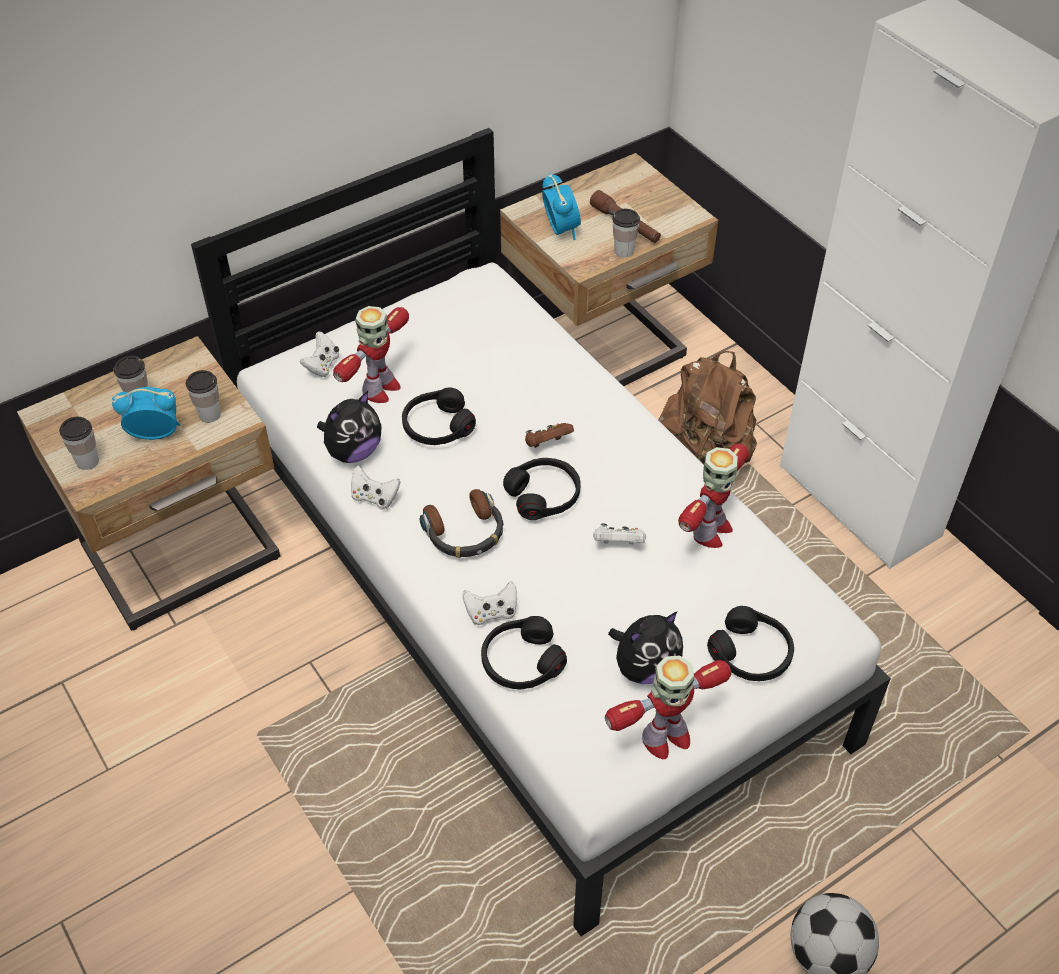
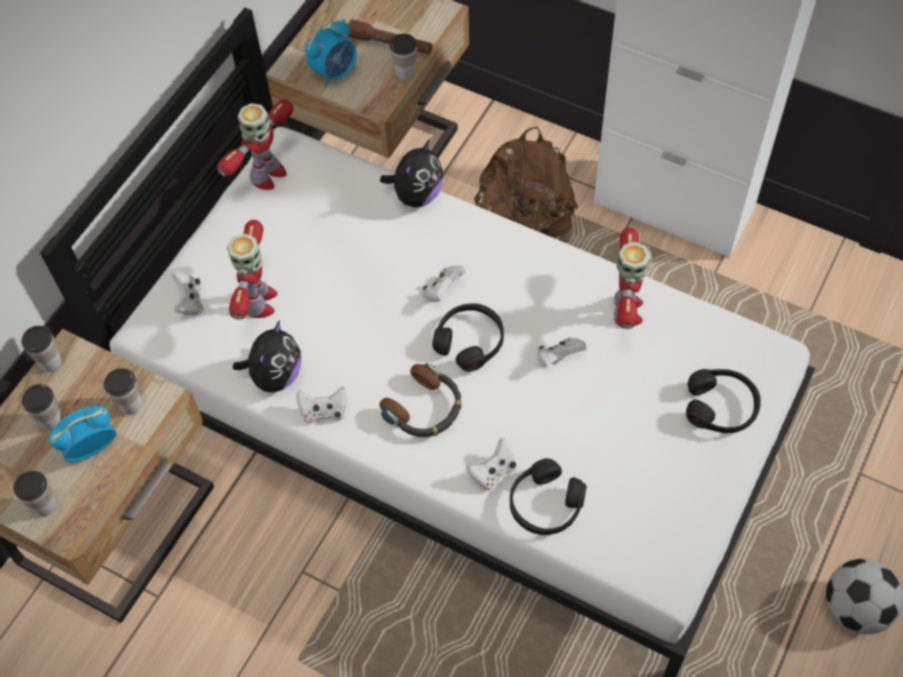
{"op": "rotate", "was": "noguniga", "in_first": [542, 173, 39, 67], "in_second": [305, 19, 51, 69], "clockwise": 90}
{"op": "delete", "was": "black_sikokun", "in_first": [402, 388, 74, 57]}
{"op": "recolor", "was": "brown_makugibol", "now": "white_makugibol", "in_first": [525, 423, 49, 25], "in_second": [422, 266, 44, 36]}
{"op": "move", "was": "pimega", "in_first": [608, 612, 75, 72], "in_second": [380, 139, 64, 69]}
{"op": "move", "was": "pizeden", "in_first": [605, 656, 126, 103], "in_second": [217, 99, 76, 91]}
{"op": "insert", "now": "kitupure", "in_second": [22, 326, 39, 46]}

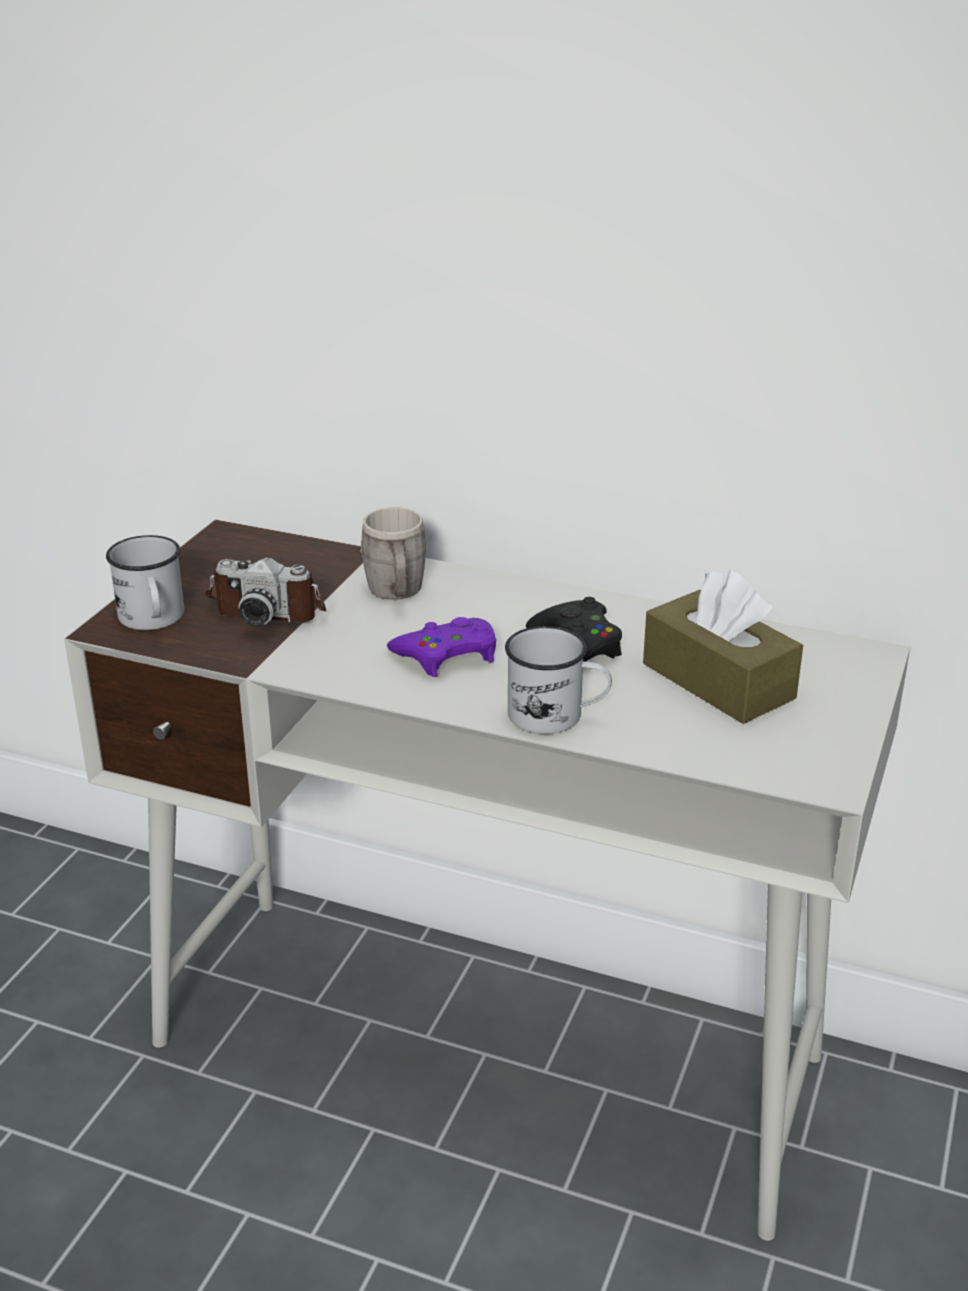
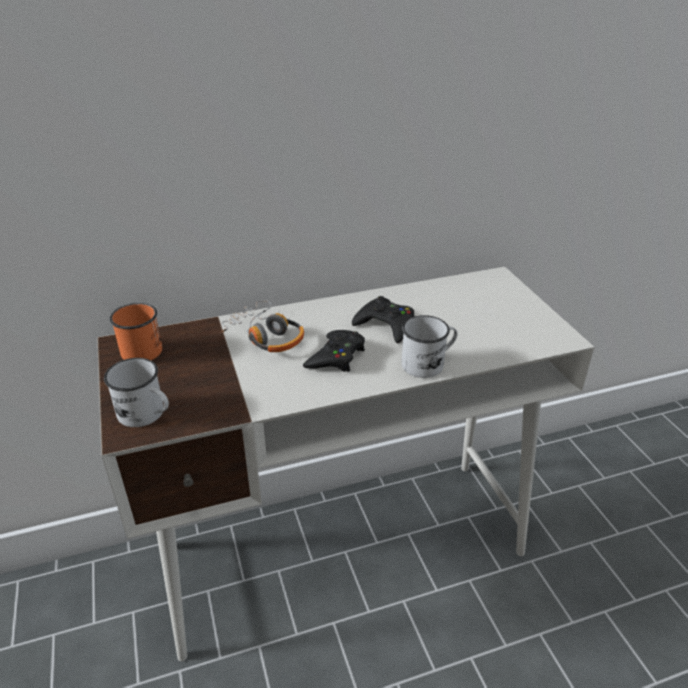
{"op": "replace", "was": "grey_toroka", "now": "sikokun", "in_first": [360, 507, 67, 93], "in_second": [219, 300, 85, 52]}
{"op": "delete", "was": "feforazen", "in_first": [205, 557, 121, 69]}
{"op": "delete", "was": "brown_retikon", "in_first": [643, 570, 160, 154]}
{"op": "recolor", "was": "purple_makugibol", "now": "black_makugibol", "in_first": [387, 617, 109, 60], "in_second": [303, 330, 62, 42]}
{"op": "insert", "now": "orange_toroka", "in_second": [110, 303, 52, 57]}

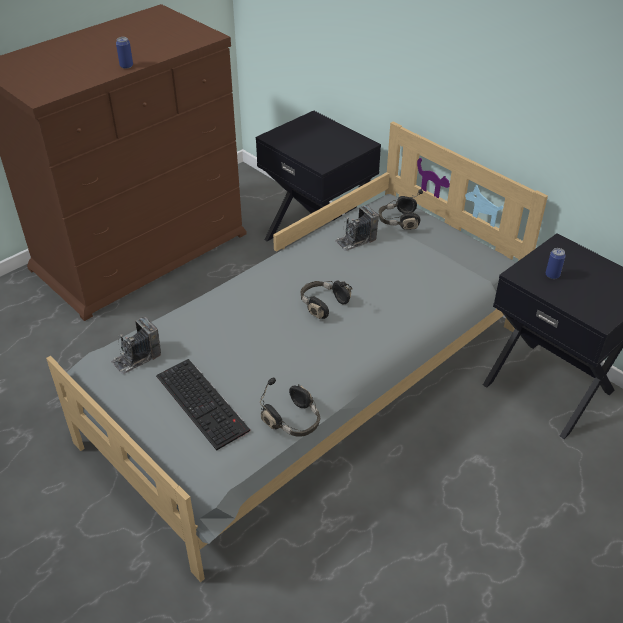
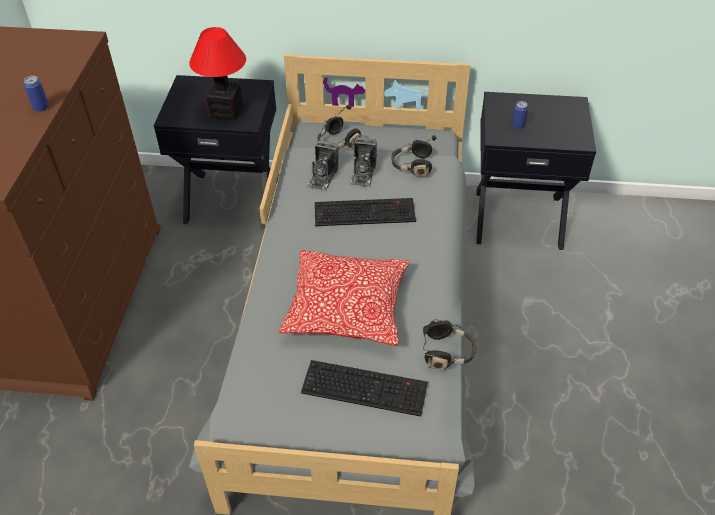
{"op": "move", "was": "black_sikokun", "in_first": [300, 281, 52, 38], "in_second": [391, 135, 45, 41]}
{"op": "move", "was": "feforazen", "in_first": [110, 317, 51, 58], "in_second": [350, 138, 27, 49]}
{"op": "insert", "now": "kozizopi", "in_second": [189, 27, 57, 93]}
{"op": "insert", "now": "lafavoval", "in_second": [315, 198, 101, 28]}
{"op": "insert", "now": "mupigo", "in_second": [279, 250, 130, 96]}

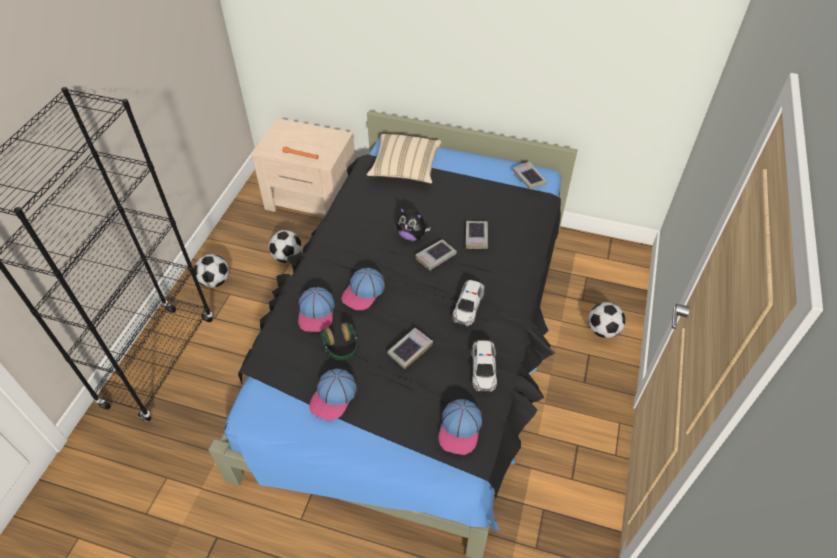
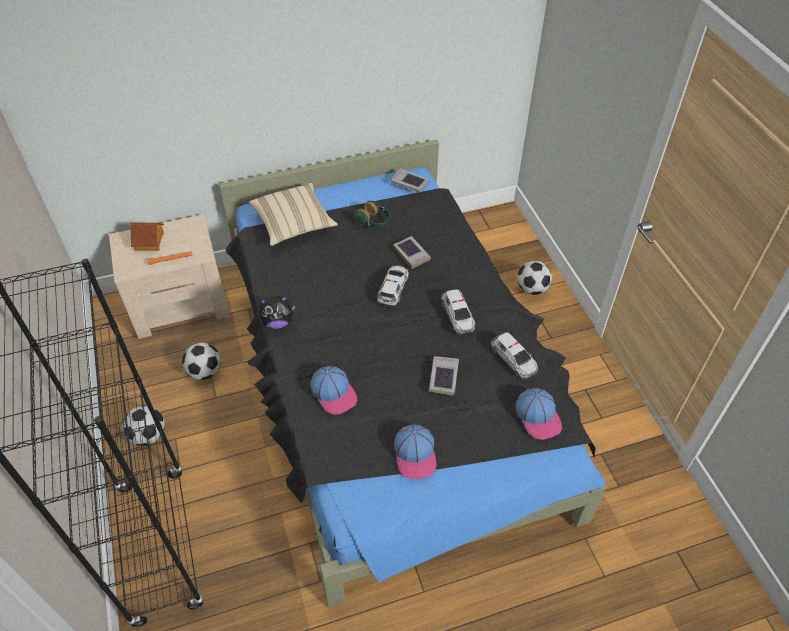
{"op": "move", "was": "pimega", "in_first": [396, 207, 35, 34], "in_second": [259, 296, 36, 33]}
{"op": "replace", "was": "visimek", "now": "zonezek", "in_first": [415, 239, 42, 31], "in_second": [377, 266, 32, 40]}
{"op": "delete", "was": "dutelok", "in_first": [341, 268, 44, 42]}
{"op": "move", "was": "sikokun", "in_first": [319, 323, 39, 38], "in_second": [355, 201, 36, 27]}
{"op": "insert", "now": "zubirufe", "in_second": [130, 223, 34, 28]}

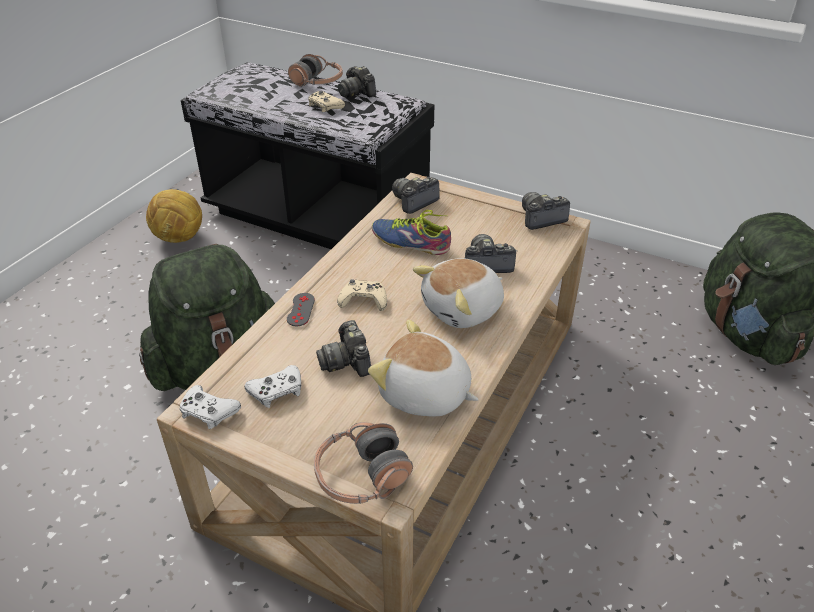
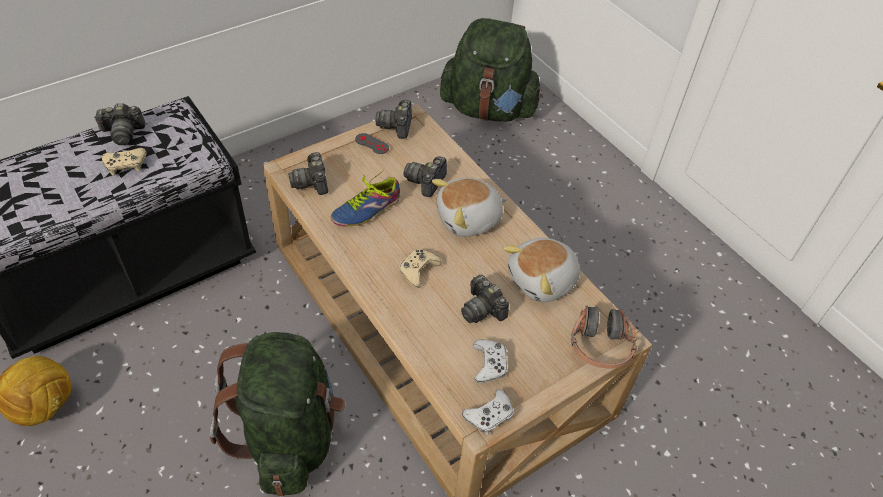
{"op": "delete", "was": "sikokun", "in_first": [288, 54, 55, 33]}
{"op": "rotate", "was": "pimega", "in_first": [413, 258, 91, 70], "in_second": [432, 178, 75, 59], "clockwise": 75}
{"op": "move", "was": "grey_makugibol", "in_first": [287, 293, 28, 33], "in_second": [355, 133, 34, 21]}
{"op": "rotate", "was": "feforazen", "in_first": [316, 320, 55, 57], "in_second": [461, 275, 48, 48], "clockwise": 45}

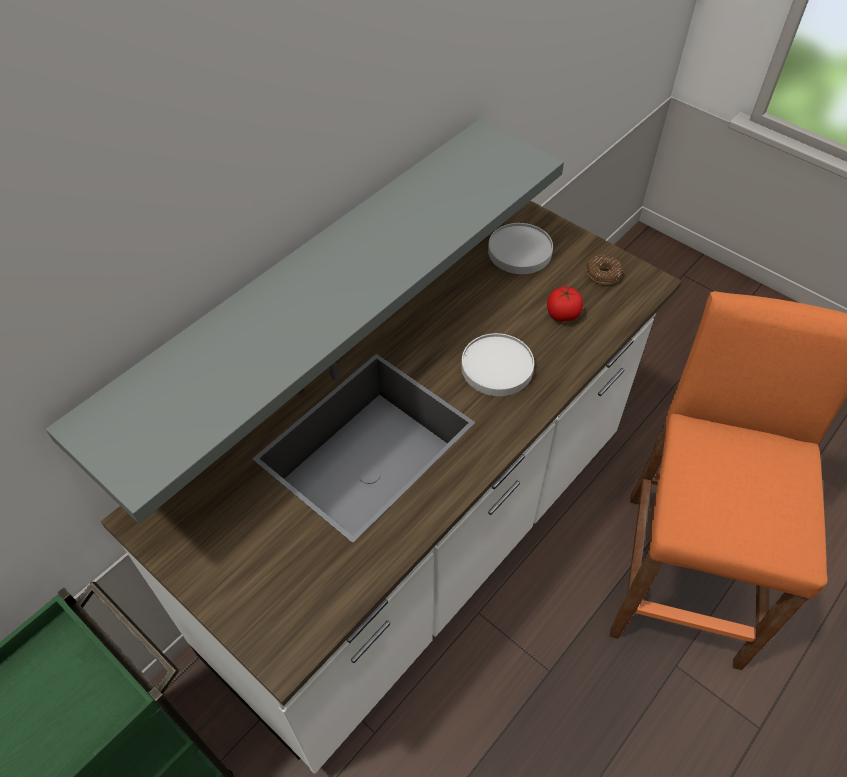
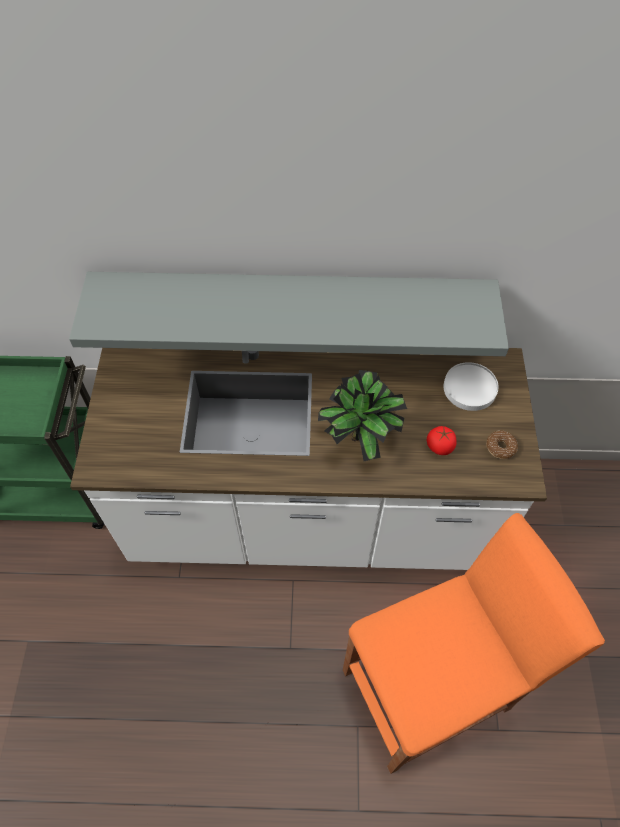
{"op": "replace", "was": "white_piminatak", "now": "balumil", "in_first": [461, 333, 73, 63], "in_second": [318, 370, 89, 91]}

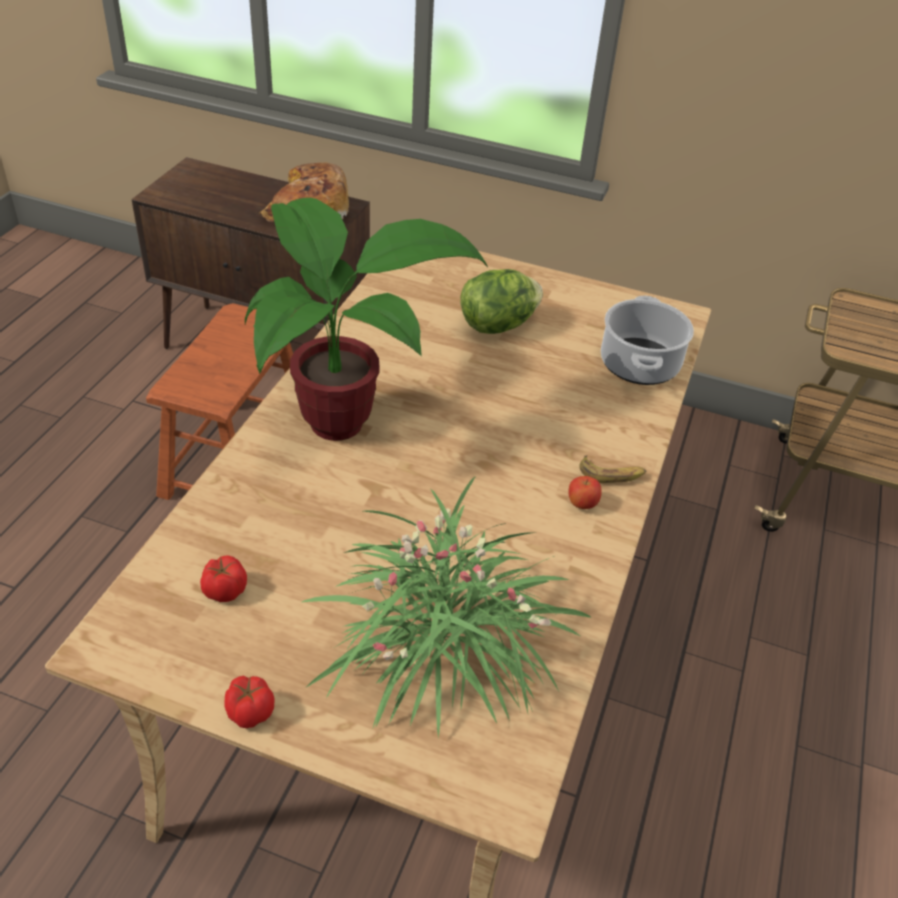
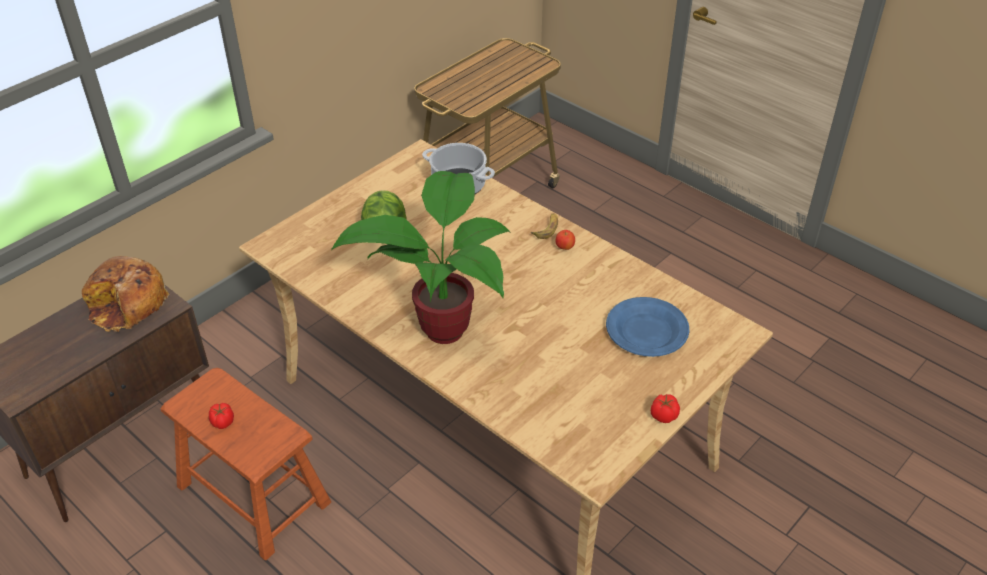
{"op": "replace", "was": "balumil", "now": "blue_piminatak", "in_first": [302, 476, 290, 261], "in_second": [606, 297, 83, 60]}
{"op": "move", "was": "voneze", "in_first": [200, 555, 47, 47], "in_second": [209, 403, 25, 26]}

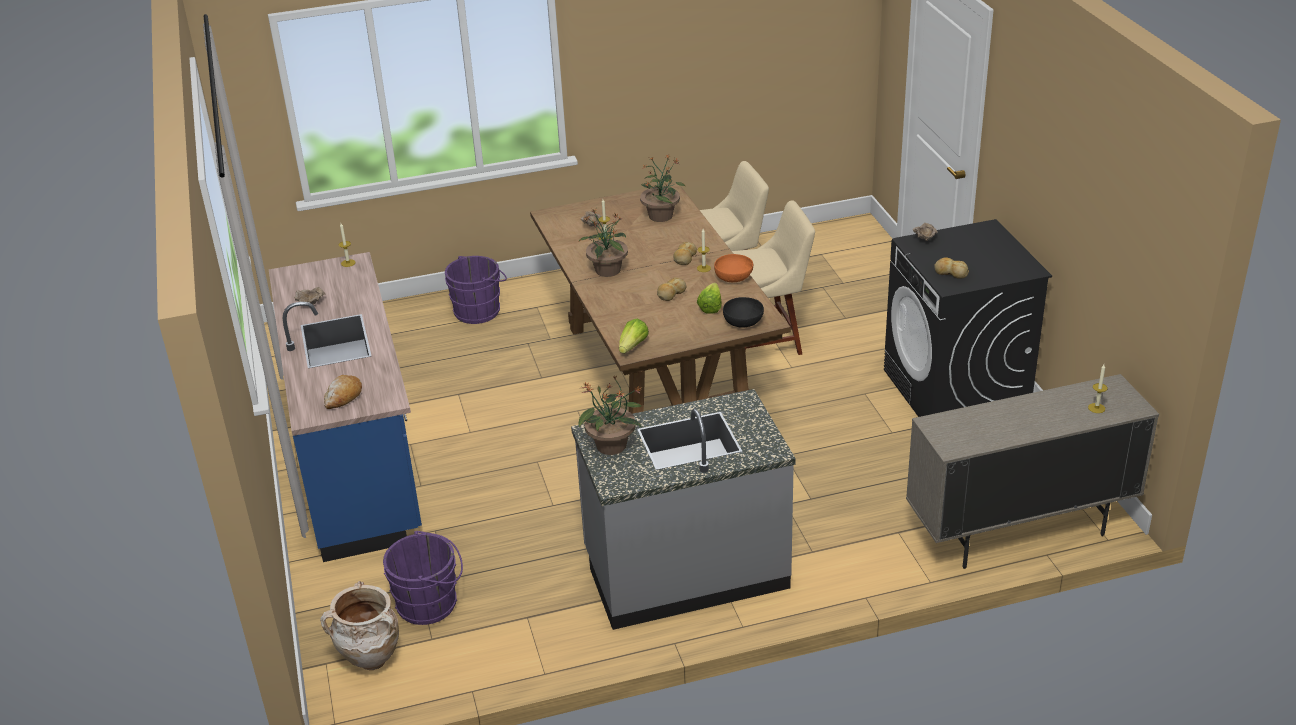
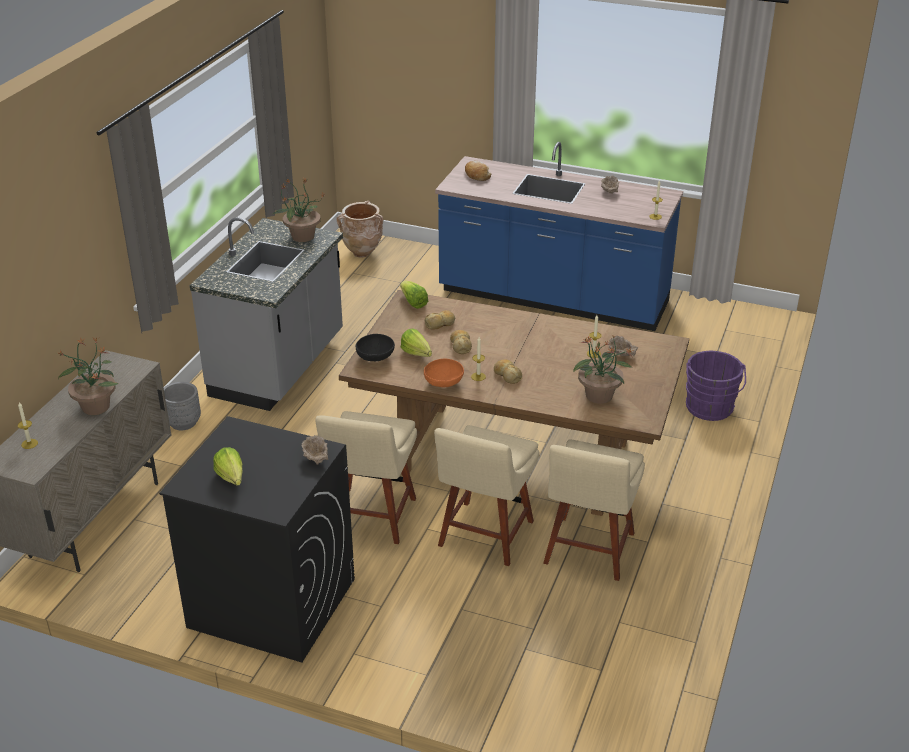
{"op": "move", "was": "balumil", "in_first": [579, 209, 49, 68], "in_second": [55, 337, 63, 78]}
{"op": "move", "was": "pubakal", "in_first": [934, 257, 35, 22], "in_second": [425, 310, 30, 20]}
{"op": "delete", "was": "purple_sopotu", "in_first": [383, 531, 80, 94]}
{"op": "insert", "now": "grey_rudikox", "in_second": [164, 382, 37, 48]}
{"op": "insert", "now": "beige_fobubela", "in_second": [315, 411, 102, 133]}
{"op": "insert", "now": "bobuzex", "in_second": [213, 447, 30, 39]}

